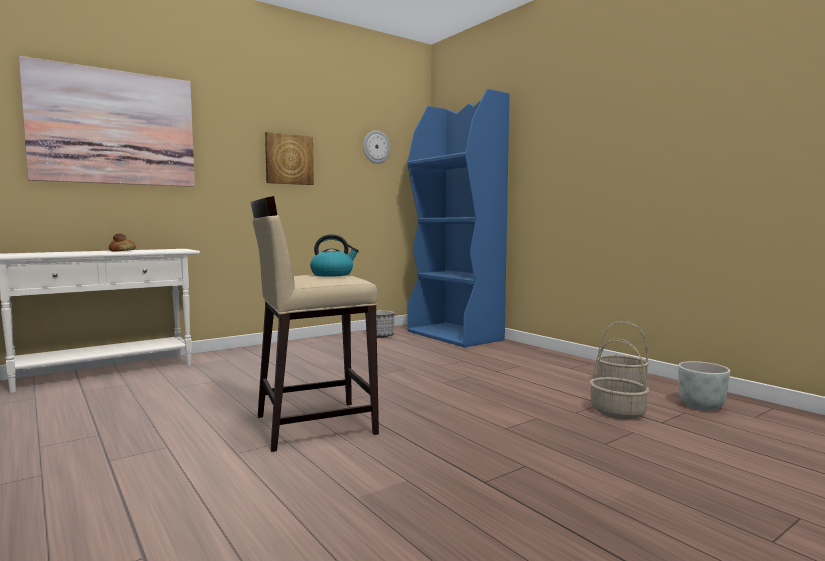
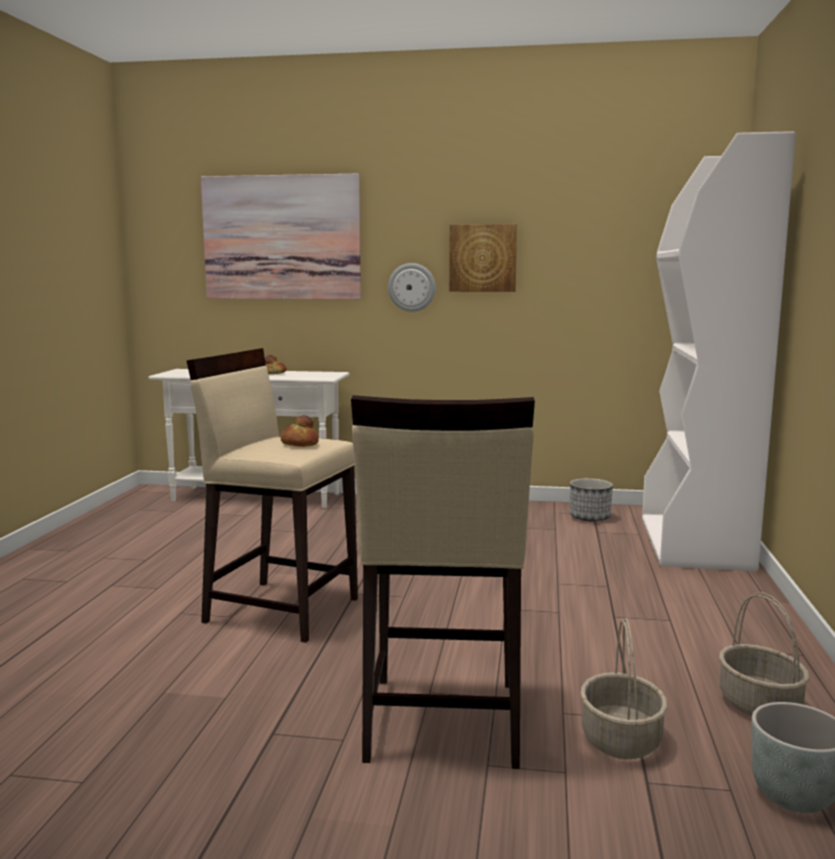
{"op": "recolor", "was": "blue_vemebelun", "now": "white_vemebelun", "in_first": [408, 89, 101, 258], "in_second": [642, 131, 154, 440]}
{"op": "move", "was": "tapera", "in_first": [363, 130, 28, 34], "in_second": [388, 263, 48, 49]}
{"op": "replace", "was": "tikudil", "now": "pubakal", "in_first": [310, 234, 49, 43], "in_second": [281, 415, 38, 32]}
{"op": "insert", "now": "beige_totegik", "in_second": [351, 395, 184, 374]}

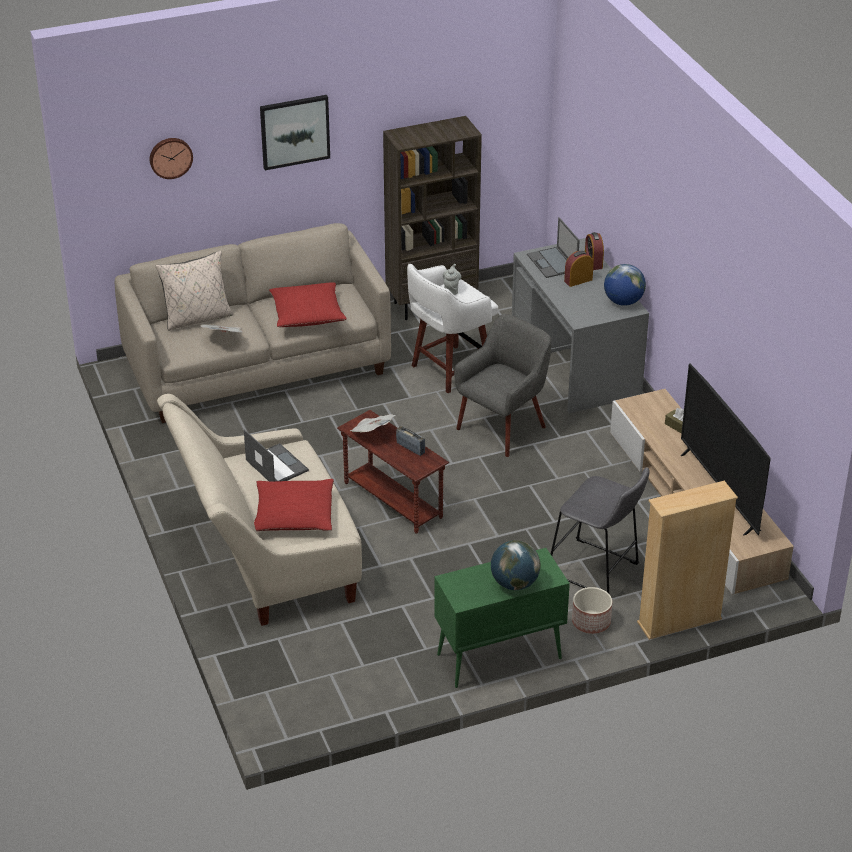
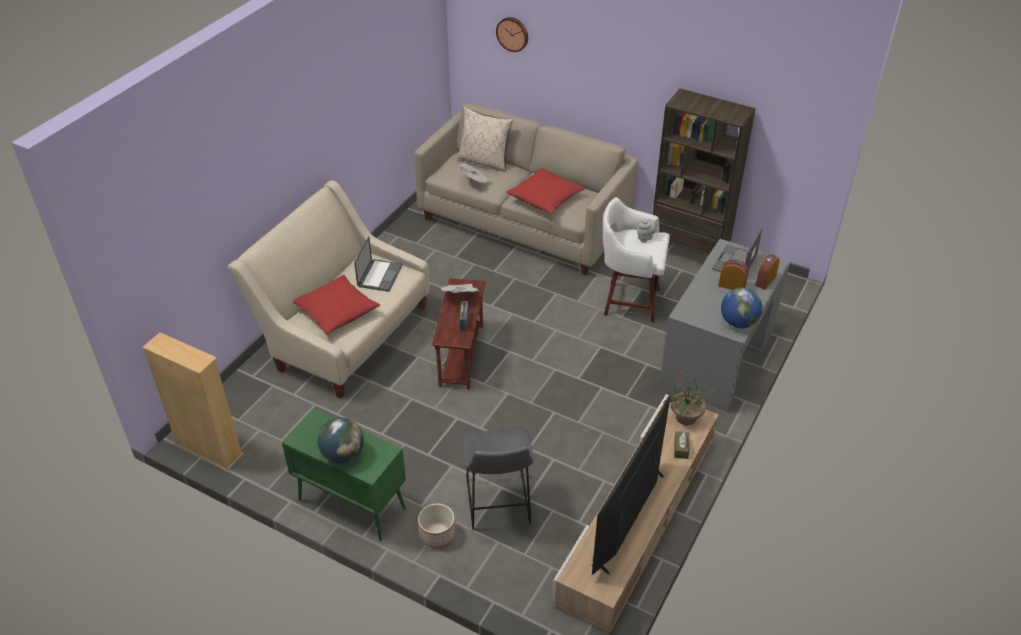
{"op": "delete", "was": "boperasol", "in_first": [260, 95, 70, 75]}
{"op": "delete", "was": "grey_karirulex", "in_first": [454, 314, 97, 143]}
{"op": "move", "was": "beige_vemebelun", "in_first": [637, 481, 101, 159], "in_second": [142, 332, 102, 138]}
{"op": "insert", "now": "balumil", "in_second": [663, 371, 51, 54]}

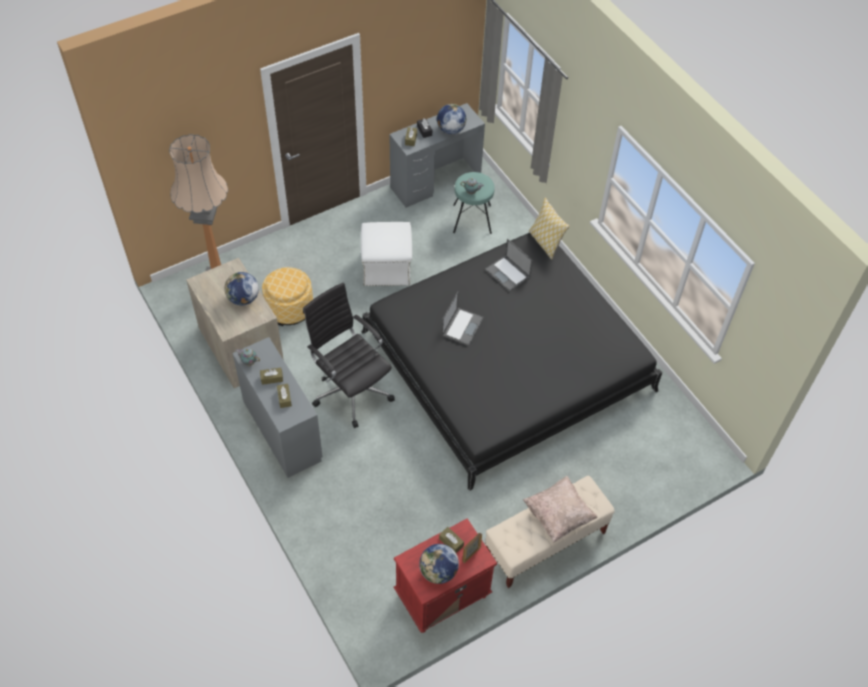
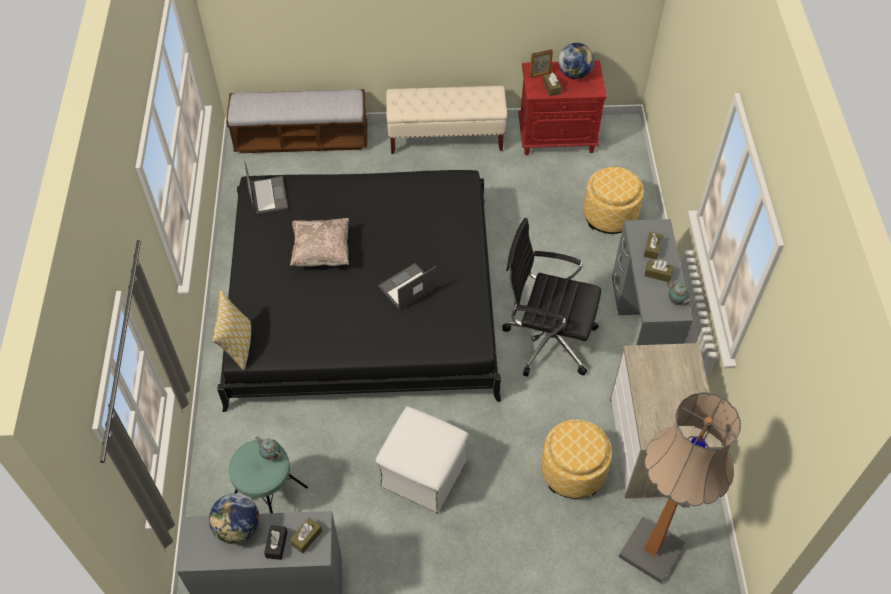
{"op": "move", "was": "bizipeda", "in_first": [485, 239, 48, 53], "in_second": [244, 161, 44, 54]}
{"op": "delete", "was": "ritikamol", "in_first": [224, 272, 35, 33]}
{"op": "rotate", "was": "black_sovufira", "in_first": [303, 283, 92, 145], "in_second": [502, 218, 99, 159], "clockwise": 120}
{"op": "move", "was": "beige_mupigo", "in_first": [523, 476, 75, 67], "in_second": [290, 218, 59, 48]}
{"op": "insert", "now": "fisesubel", "in_second": [226, 89, 141, 64]}
{"op": "insert", "now": "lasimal", "in_second": [583, 167, 61, 67]}

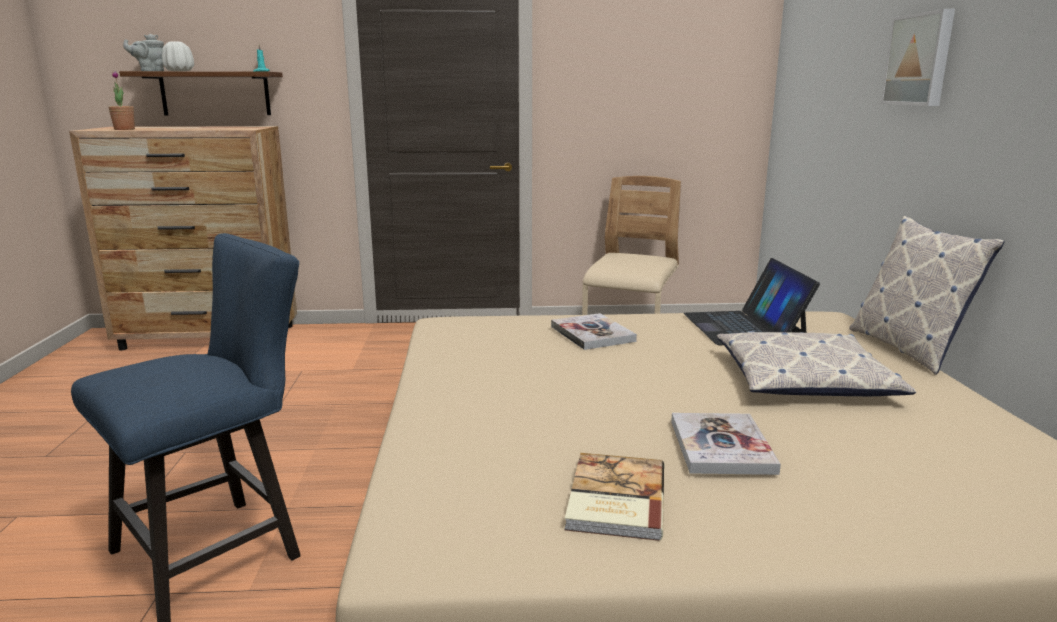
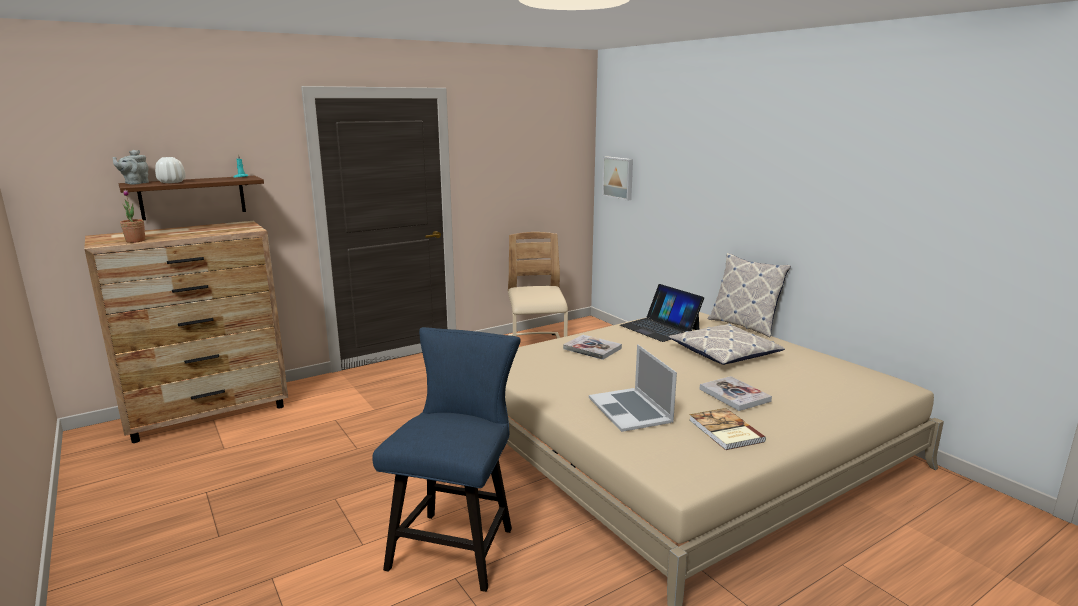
{"op": "move", "was": "boperasol", "in_first": [881, 9, 74, 97], "in_second": [602, 157, 31, 44]}
{"op": "insert", "now": "bizipeda", "in_second": [589, 344, 88, 88]}

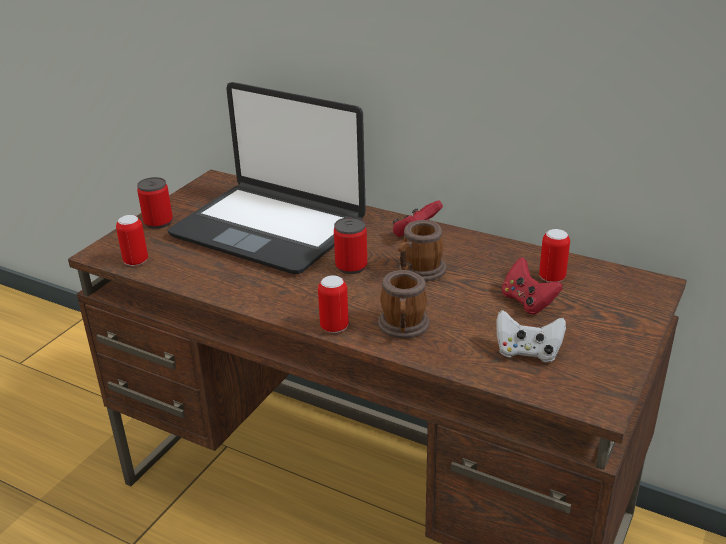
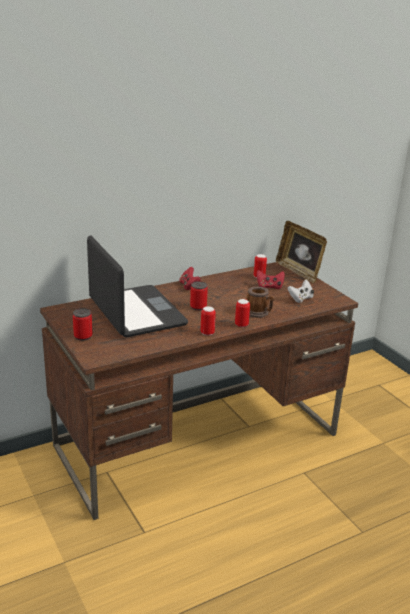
{"op": "rotate", "was": "bizipeda", "in_first": [168, 82, 198, 192], "in_second": [87, 236, 101, 101], "clockwise": -90}
{"op": "move", "was": "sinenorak", "in_first": [116, 215, 32, 51], "in_second": [200, 306, 16, 30]}
{"op": "delete", "was": "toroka", "in_first": [398, 220, 48, 62]}
{"op": "insert", "now": "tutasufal", "in_second": [276, 221, 51, 63]}

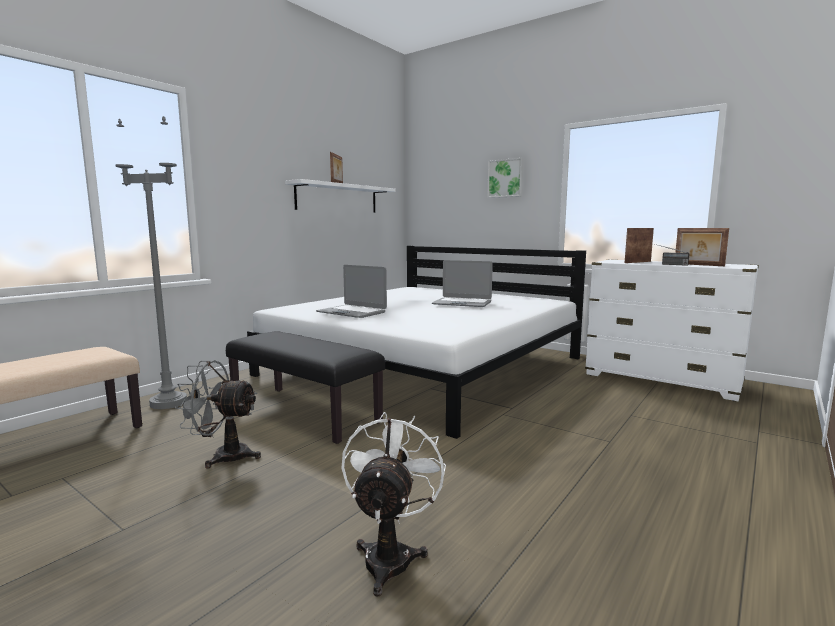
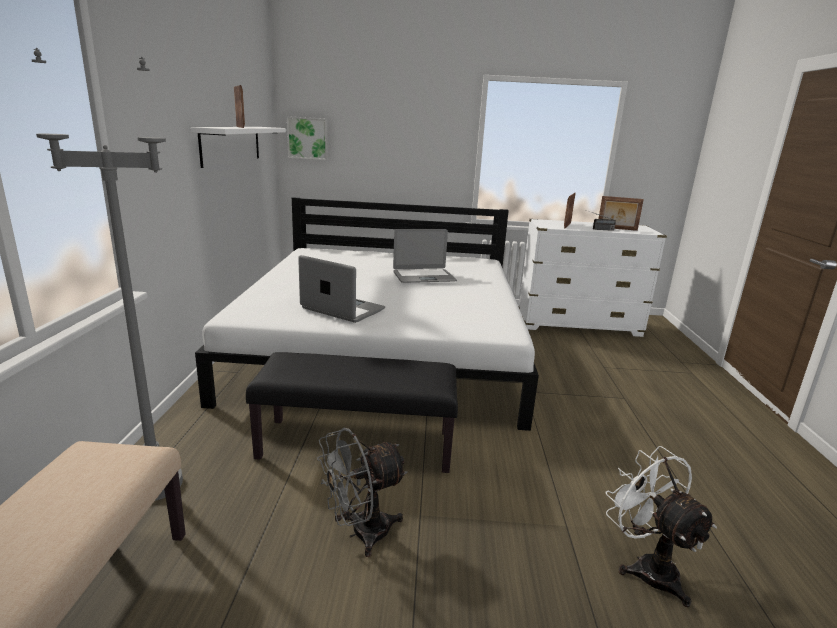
{"op": "move", "was": "boperasol", "in_first": [487, 158, 37, 40], "in_second": [287, 116, 41, 44]}
{"op": "rotate", "was": "bizipeda", "in_first": [316, 265, 71, 53], "in_second": [298, 255, 87, 68], "clockwise": -150}

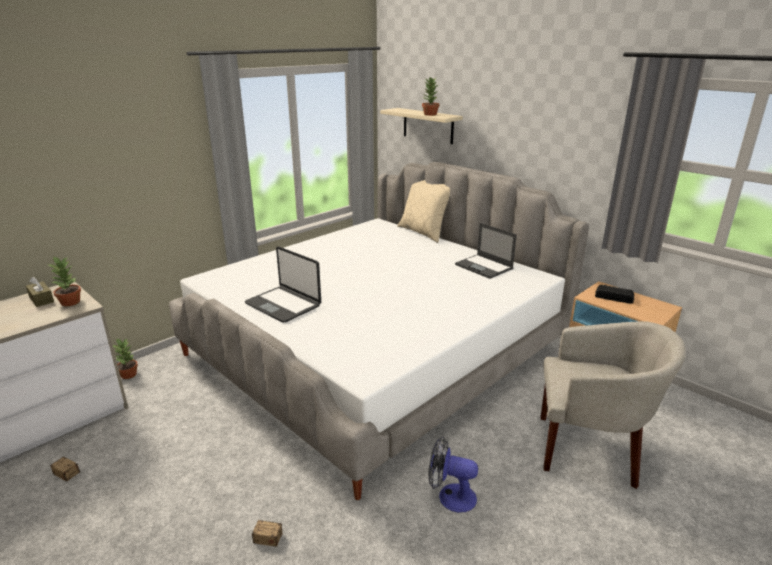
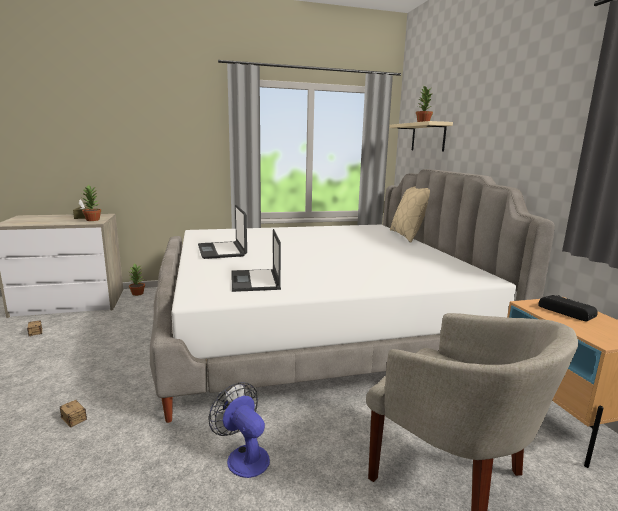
{"op": "move", "was": "bizipeda", "in_first": [455, 223, 62, 56], "in_second": [232, 229, 49, 63]}

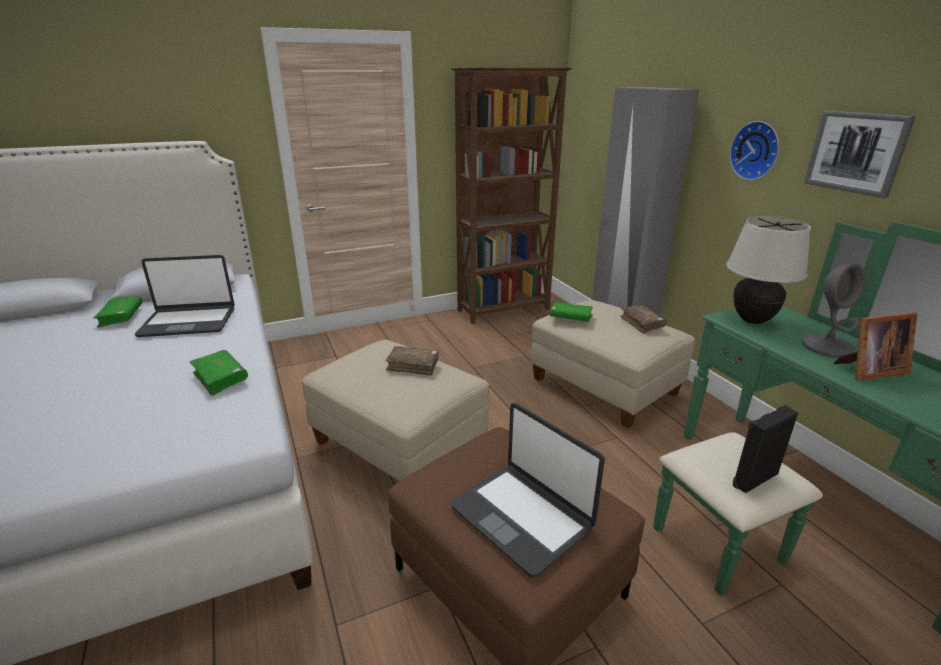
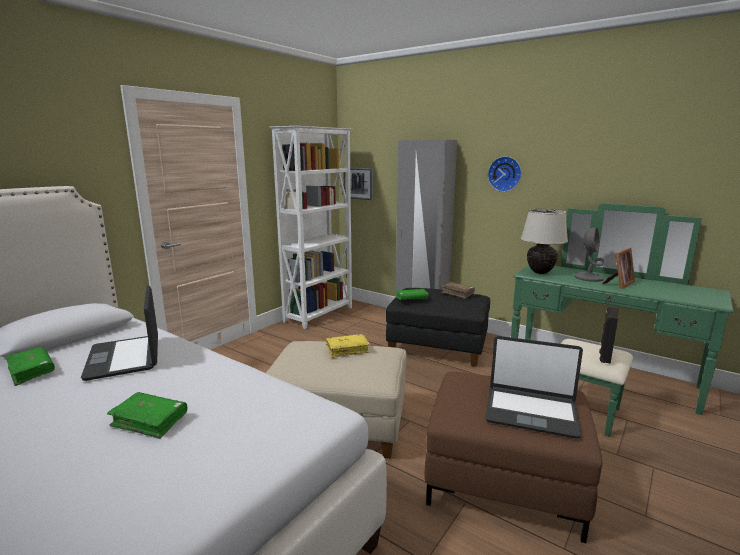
{"op": "recolor", "was": "brown_vemebelun", "now": "white_vemebelun", "in_first": [451, 68, 121, 256], "in_second": [269, 126, 84, 203]}
{"op": "move", "was": "boperasol", "in_first": [804, 110, 112, 88], "in_second": [343, 167, 30, 33]}
{"op": "rotate", "was": "bizipeda", "in_first": [135, 255, 100, 82], "in_second": [81, 285, 77, 96], "clockwise": 105}
{"op": "recolor", "was": "beige_lasimal", "now": "black_lasimal", "in_first": [531, 300, 164, 128], "in_second": [386, 288, 104, 78]}
{"op": "recolor", "was": "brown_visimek", "now": "yellow_visimek", "in_first": [385, 346, 54, 30], "in_second": [326, 334, 44, 24]}
{"op": "move", "was": "green_visimek", "in_first": [189, 350, 59, 46], "in_second": [107, 392, 80, 47]}

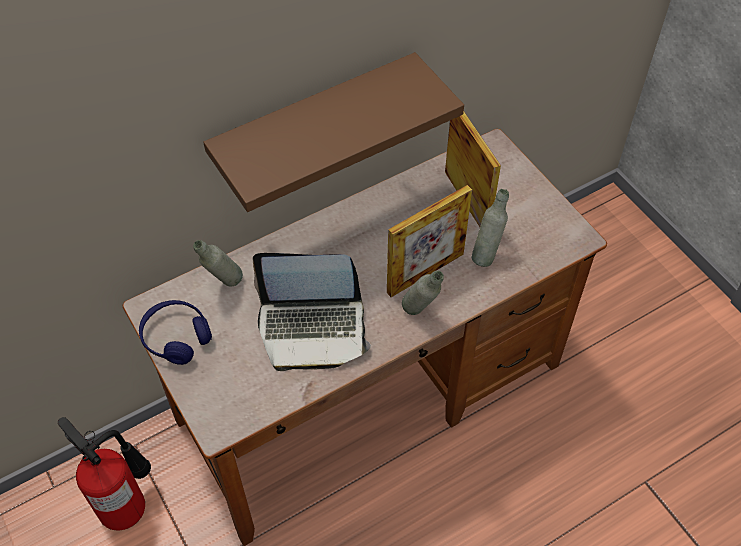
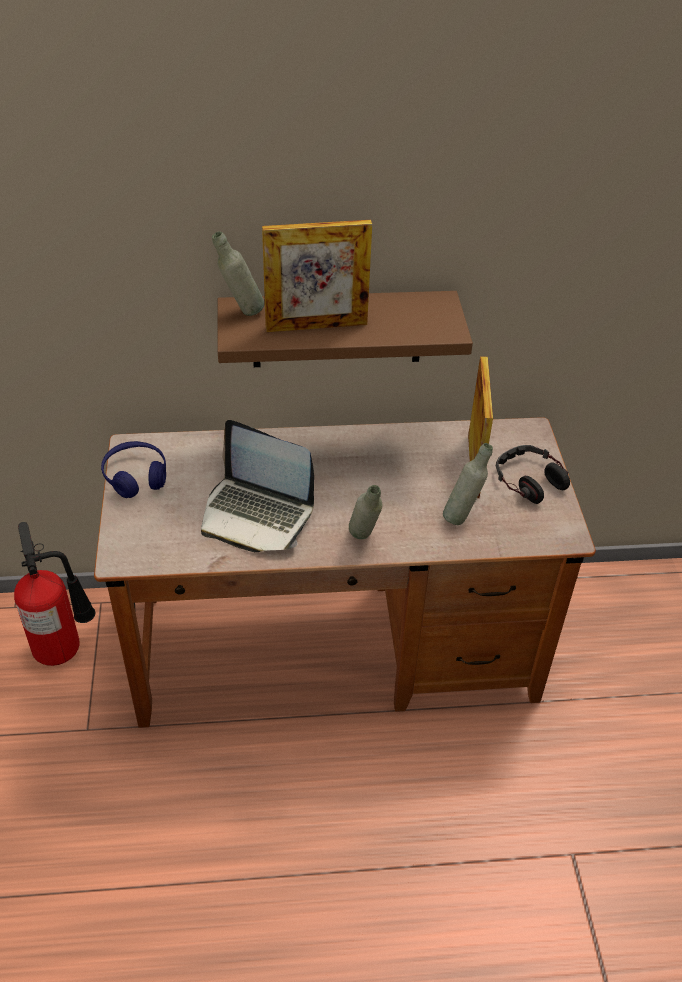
{"op": "move", "was": "tutasufal", "in_first": [387, 185, 85, 112], "in_second": [262, 220, 110, 112]}
{"op": "move", "was": "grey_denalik", "in_first": [193, 240, 50, 47], "in_second": [212, 231, 52, 85]}
{"op": "insert", "now": "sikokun", "in_second": [496, 445, 74, 59]}

